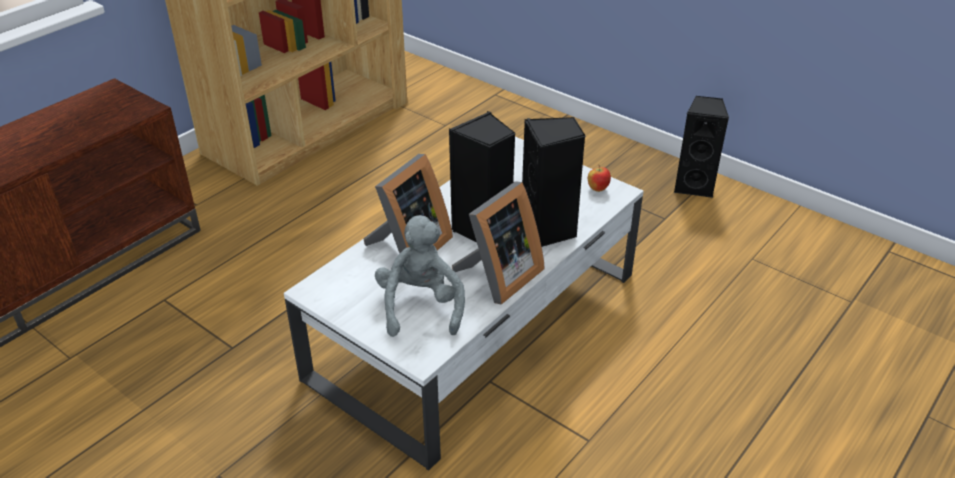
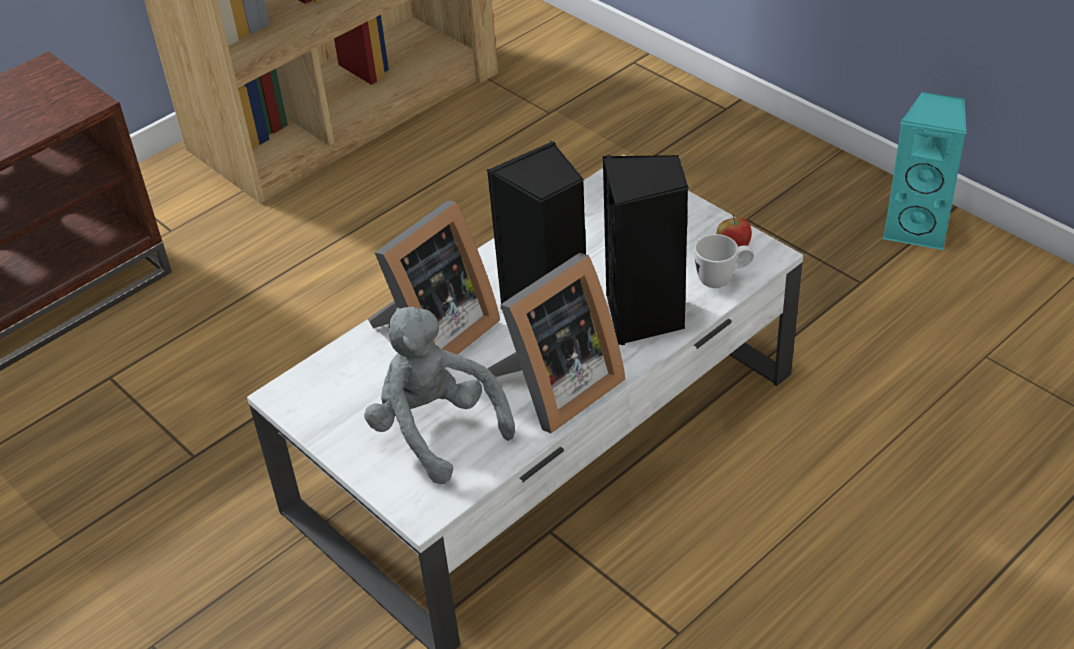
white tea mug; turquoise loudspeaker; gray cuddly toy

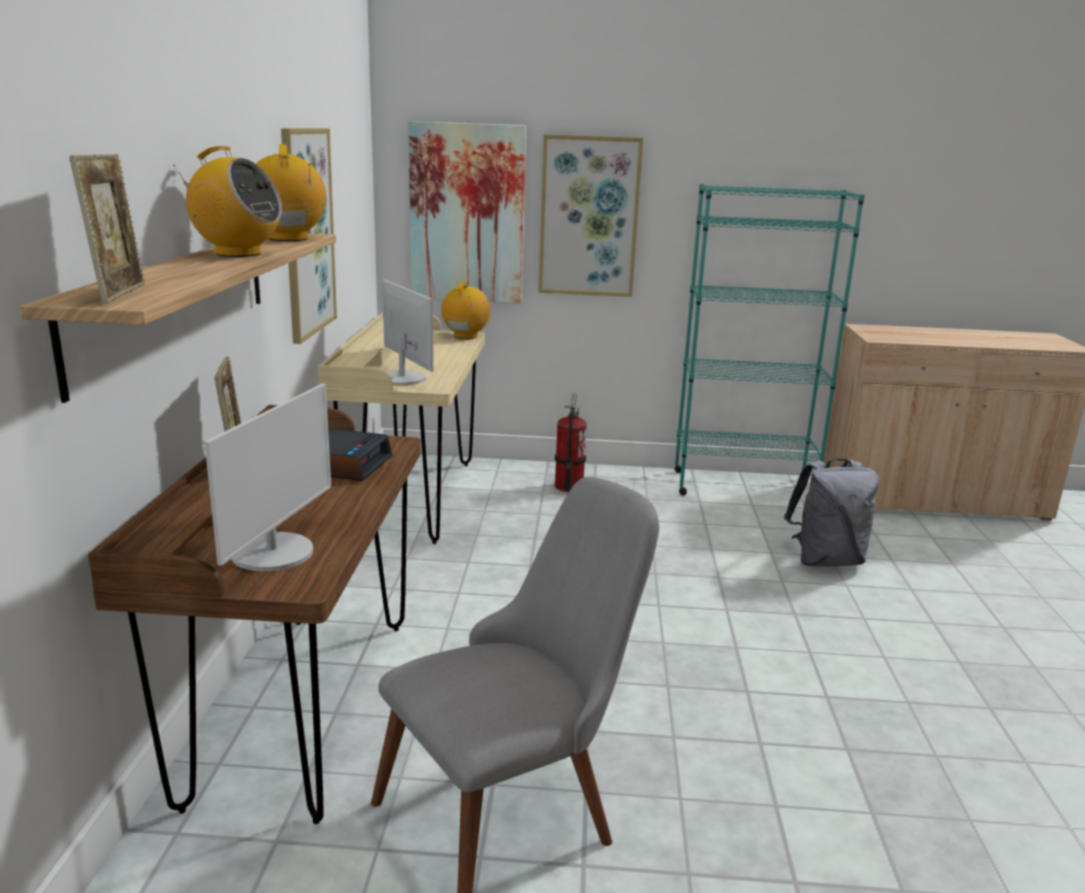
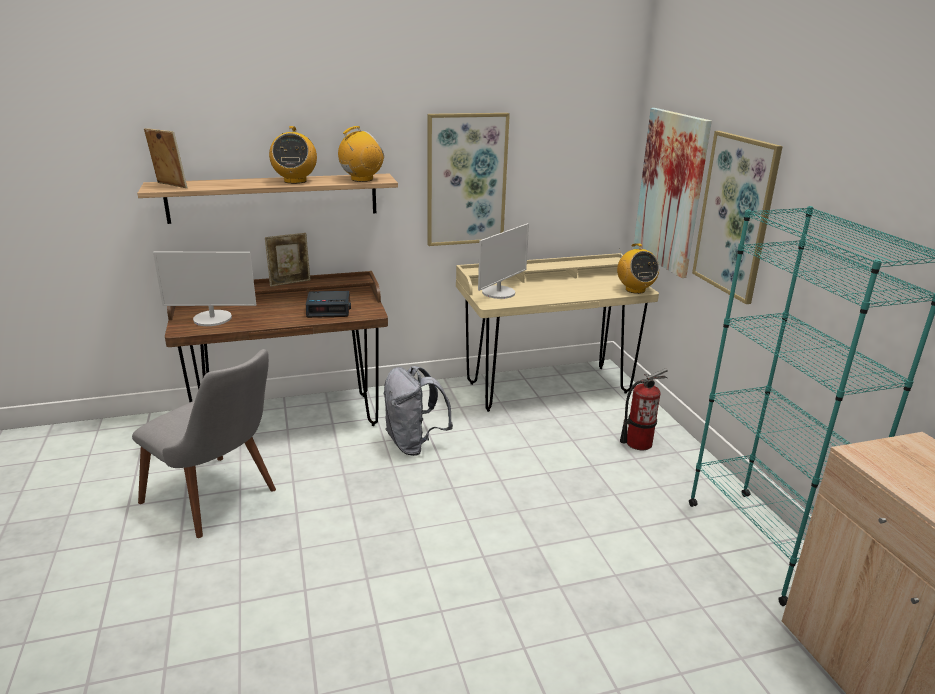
gray backpack; picture frame (1st from left); radio (3rd from left)

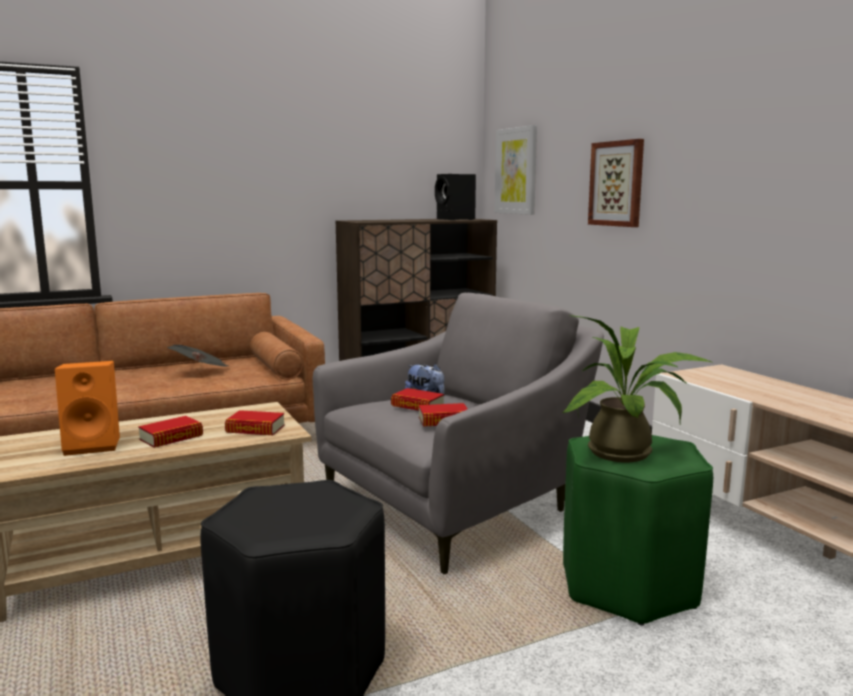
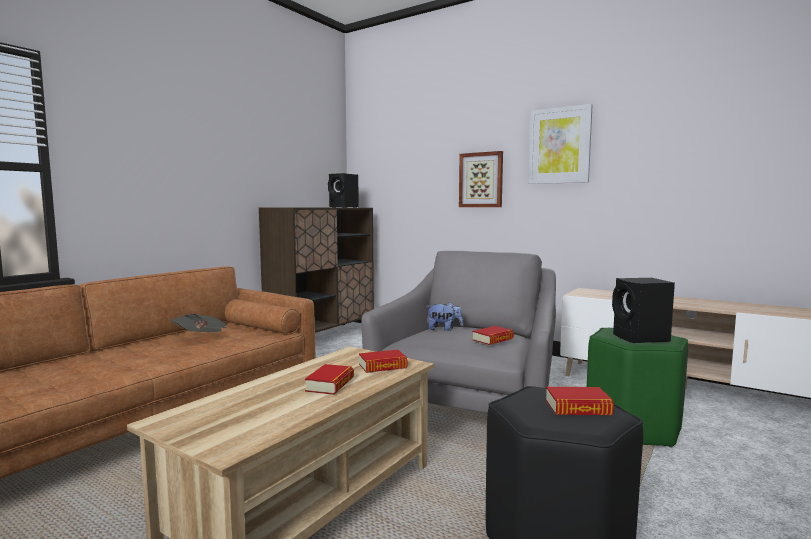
orange-coloured loudspeaker; volume (4th from left); picture (2nd from left); blackish loudspeaker (2nd from left)

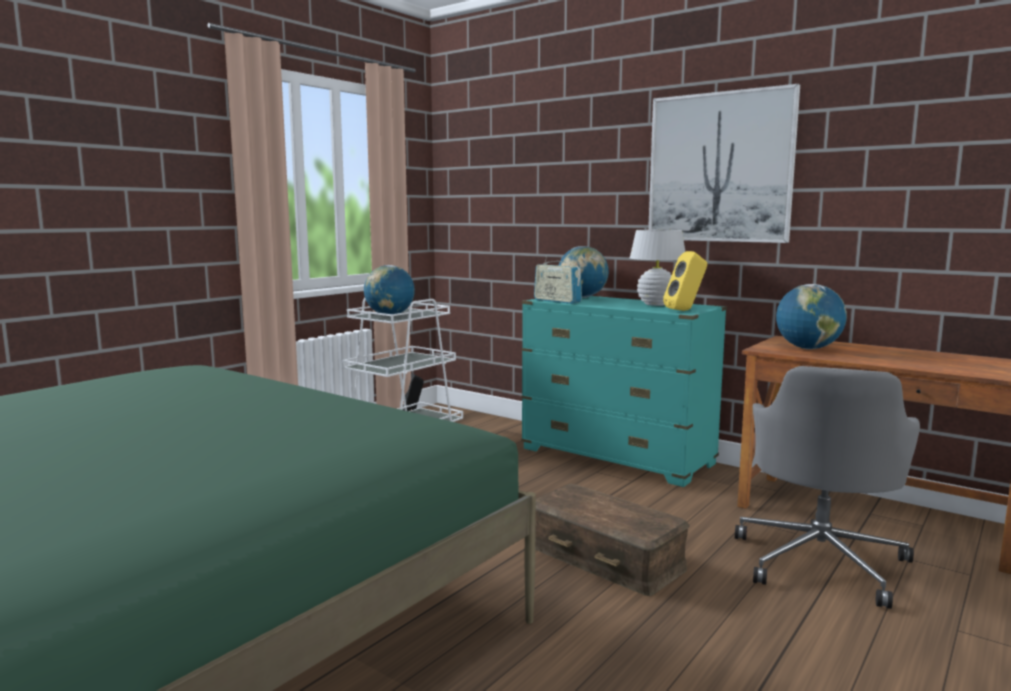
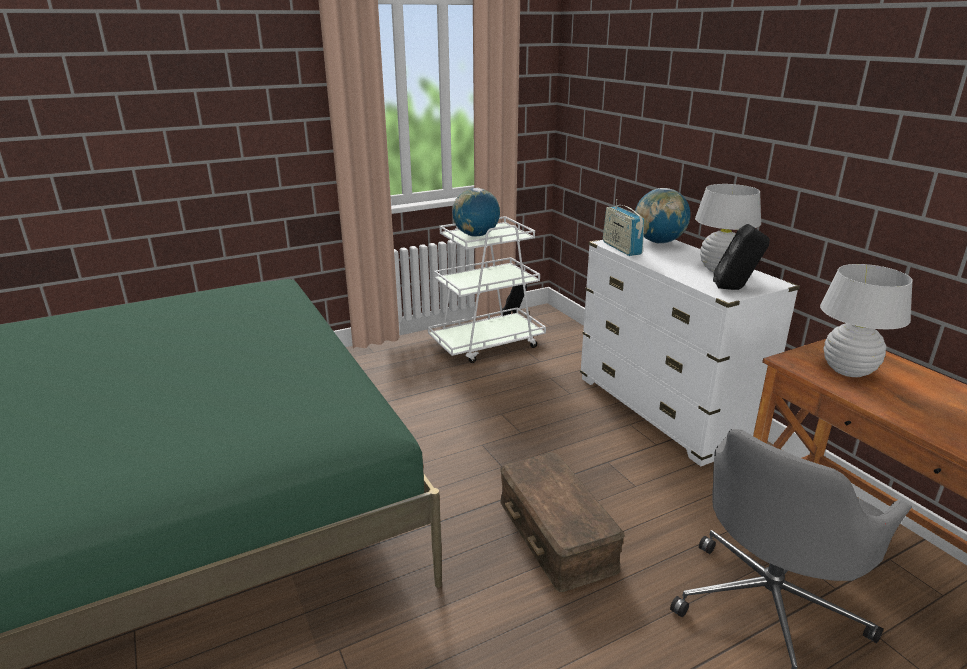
picture; white table lamp (2nd from left); white chest of drawers; blackish loudspeaker (2nd from left)

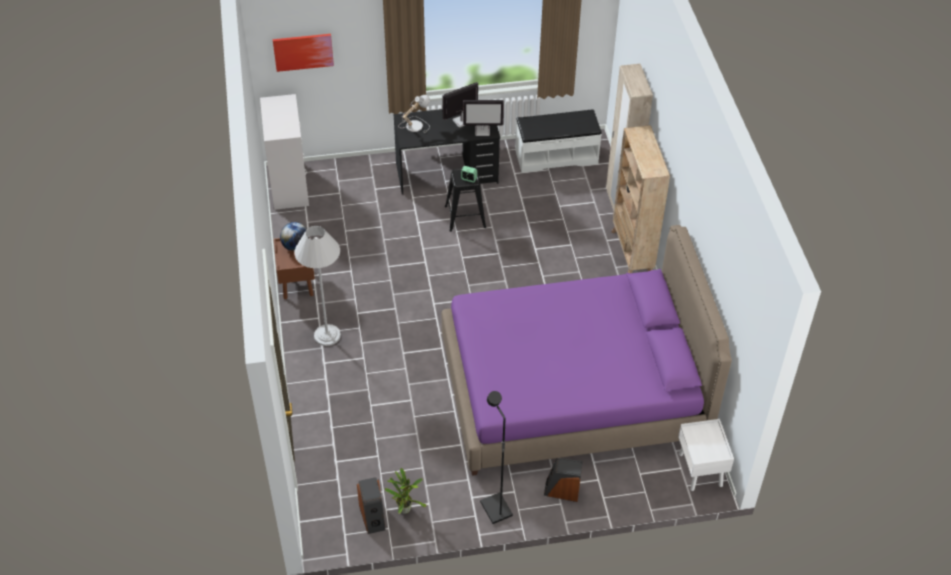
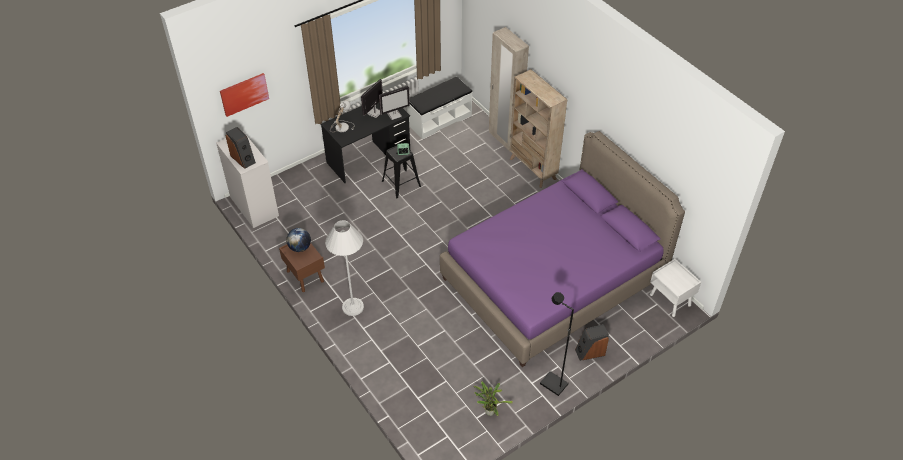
loudspeaker (1st from left)

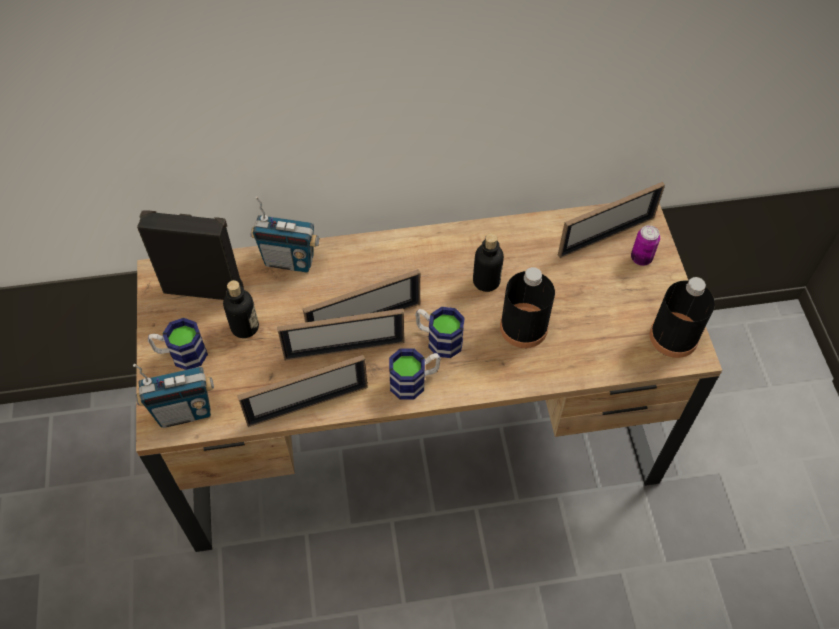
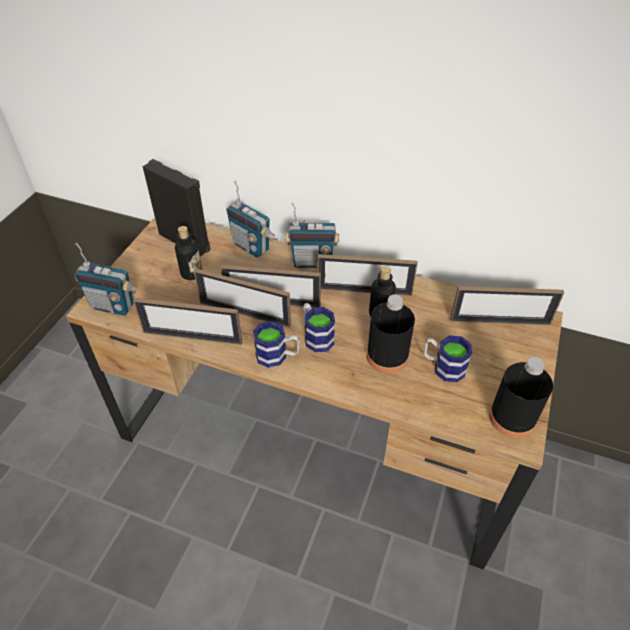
can; radio (3rd from left); picture frame (4th from left); tea mug (3rd from left)

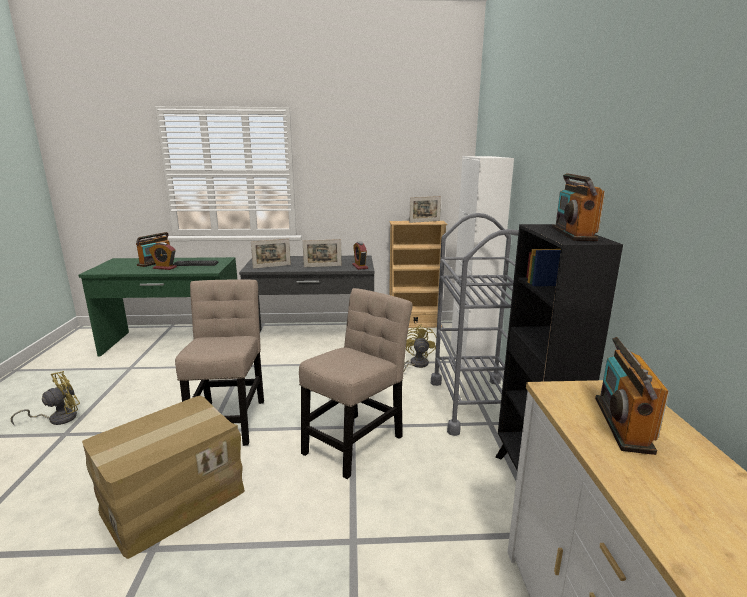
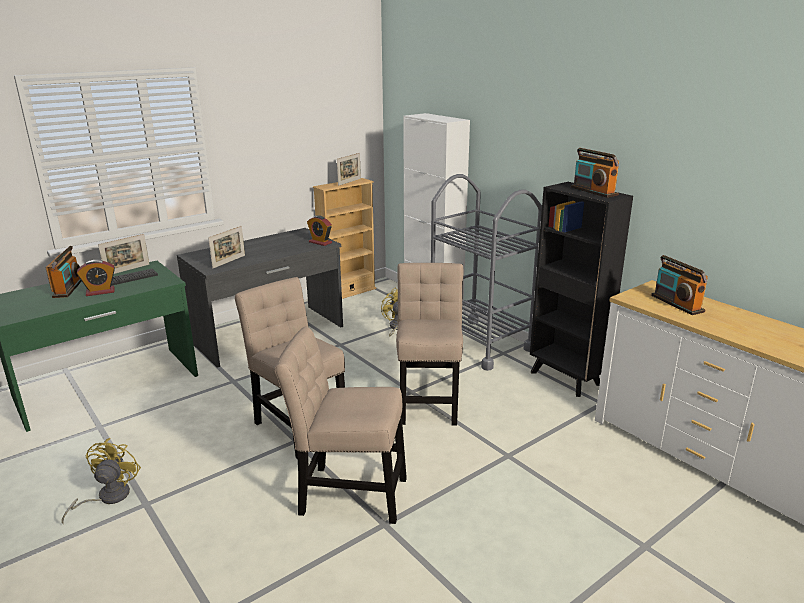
picture frame (1st from left); sand-coloured plain chair (2nd from left)

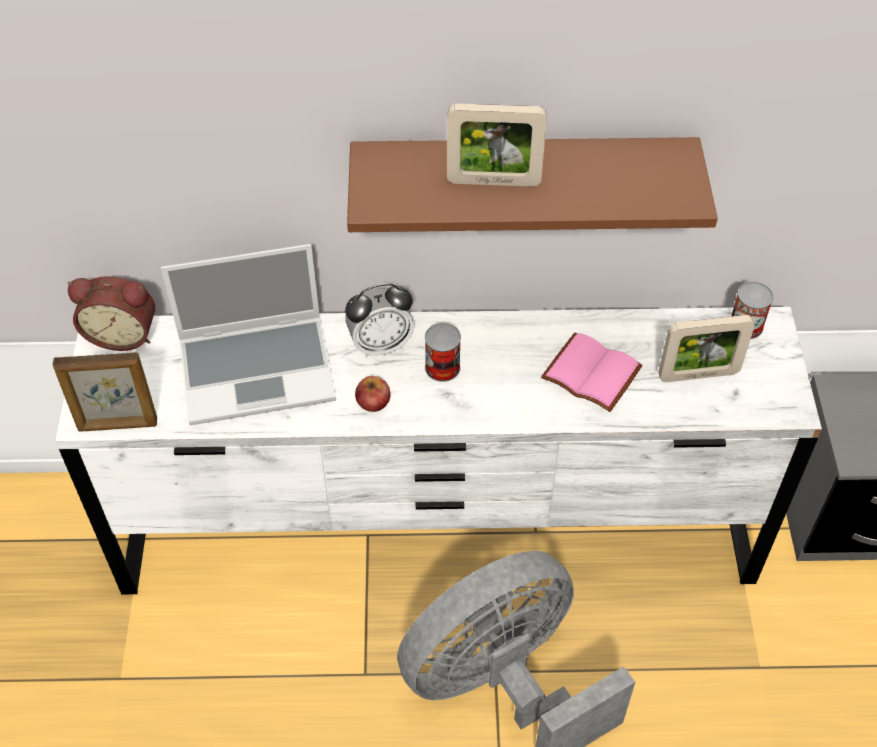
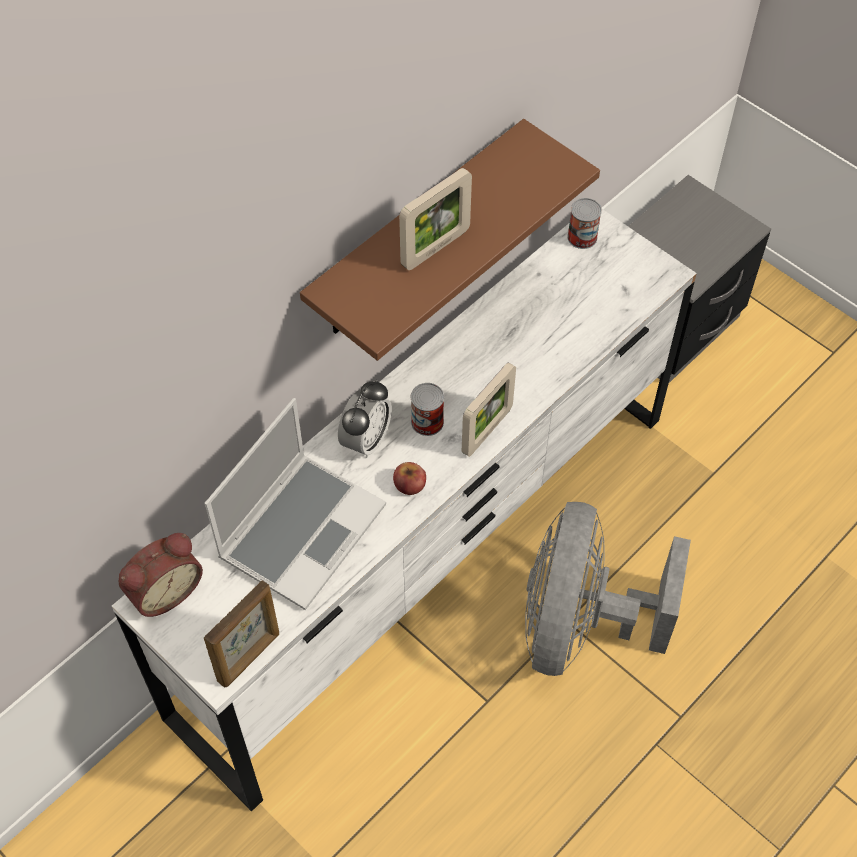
pink-coloured volume; picture frame (3rd from left)

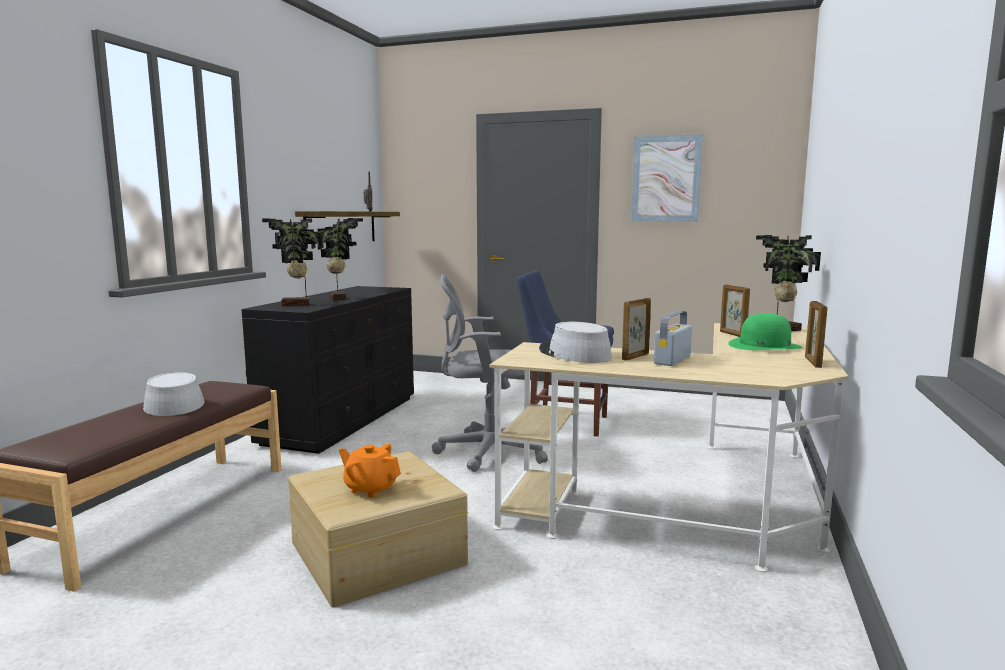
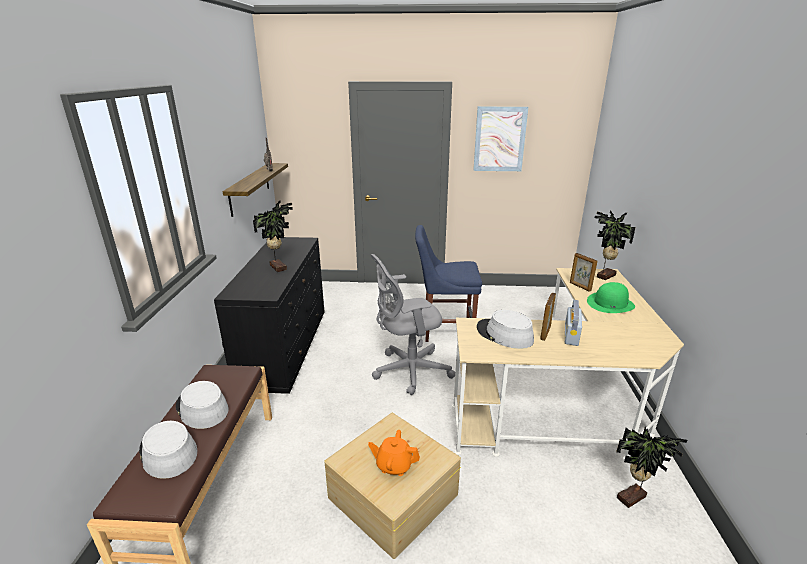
picture frame (3rd from left in the first image); gray wearable hat (1st from left); potted plant (3rd from left)

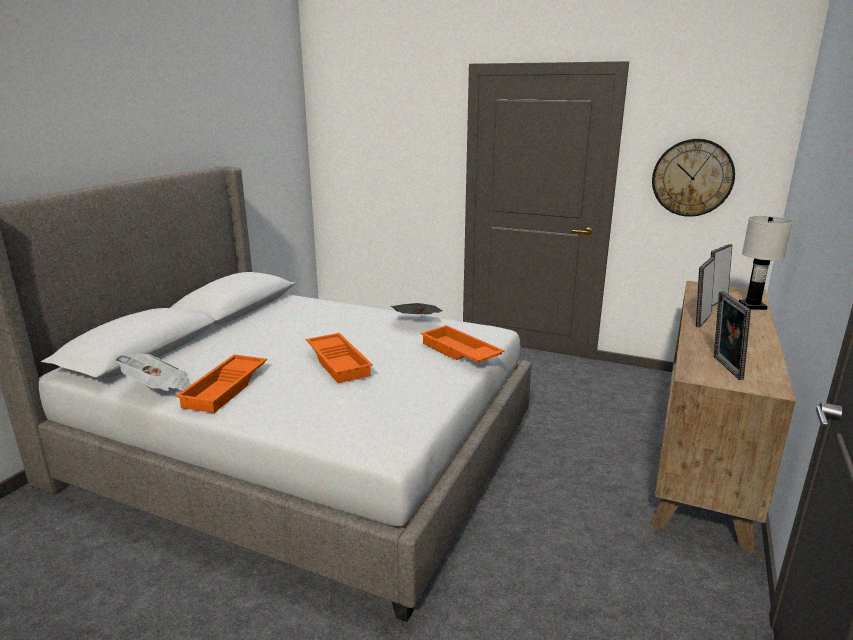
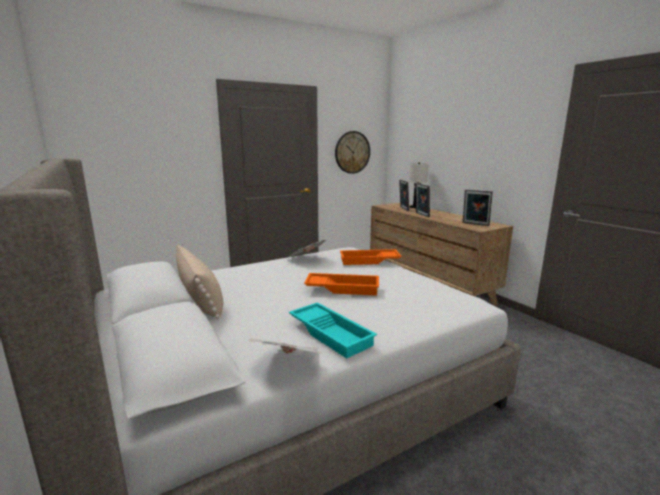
sand-coloured cushion; turquoise carrying tray

